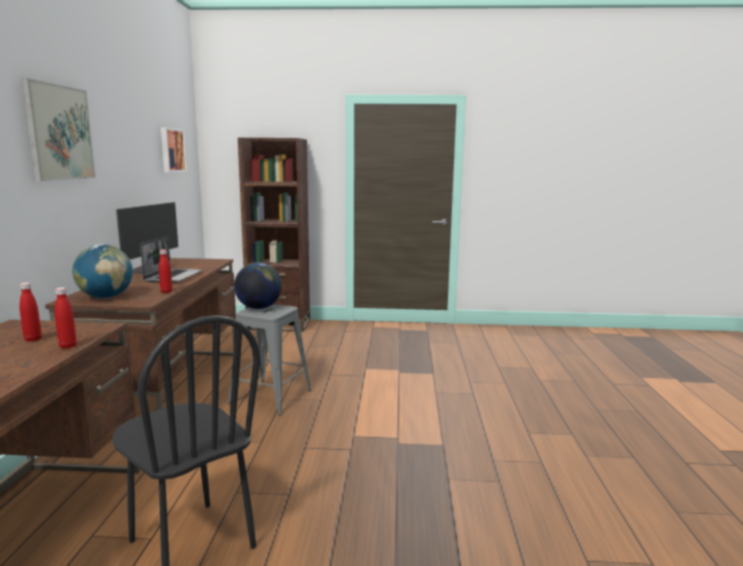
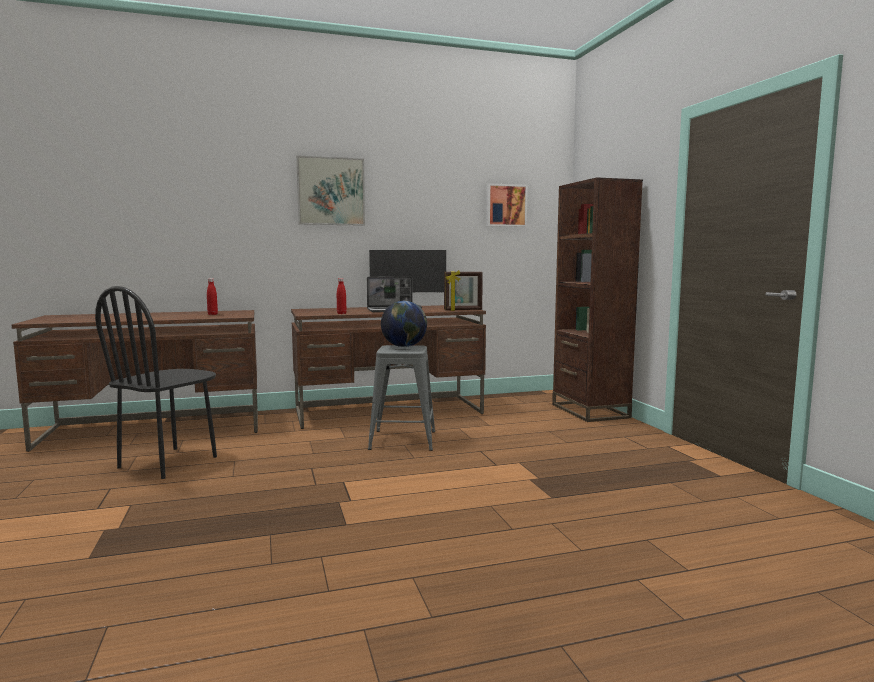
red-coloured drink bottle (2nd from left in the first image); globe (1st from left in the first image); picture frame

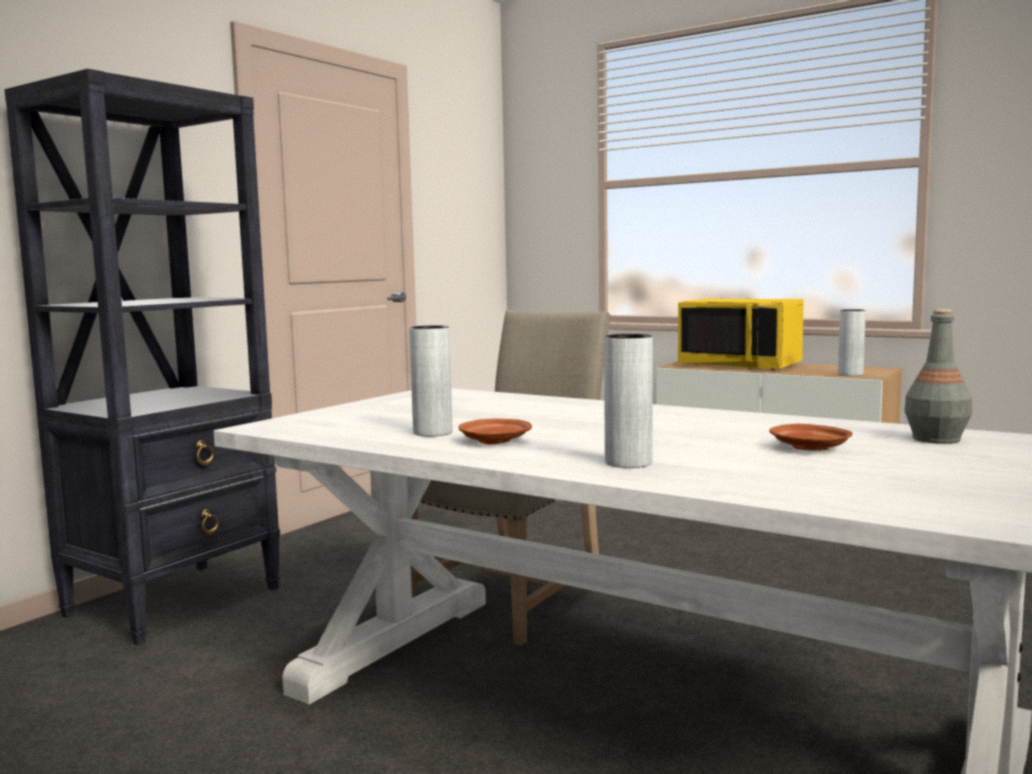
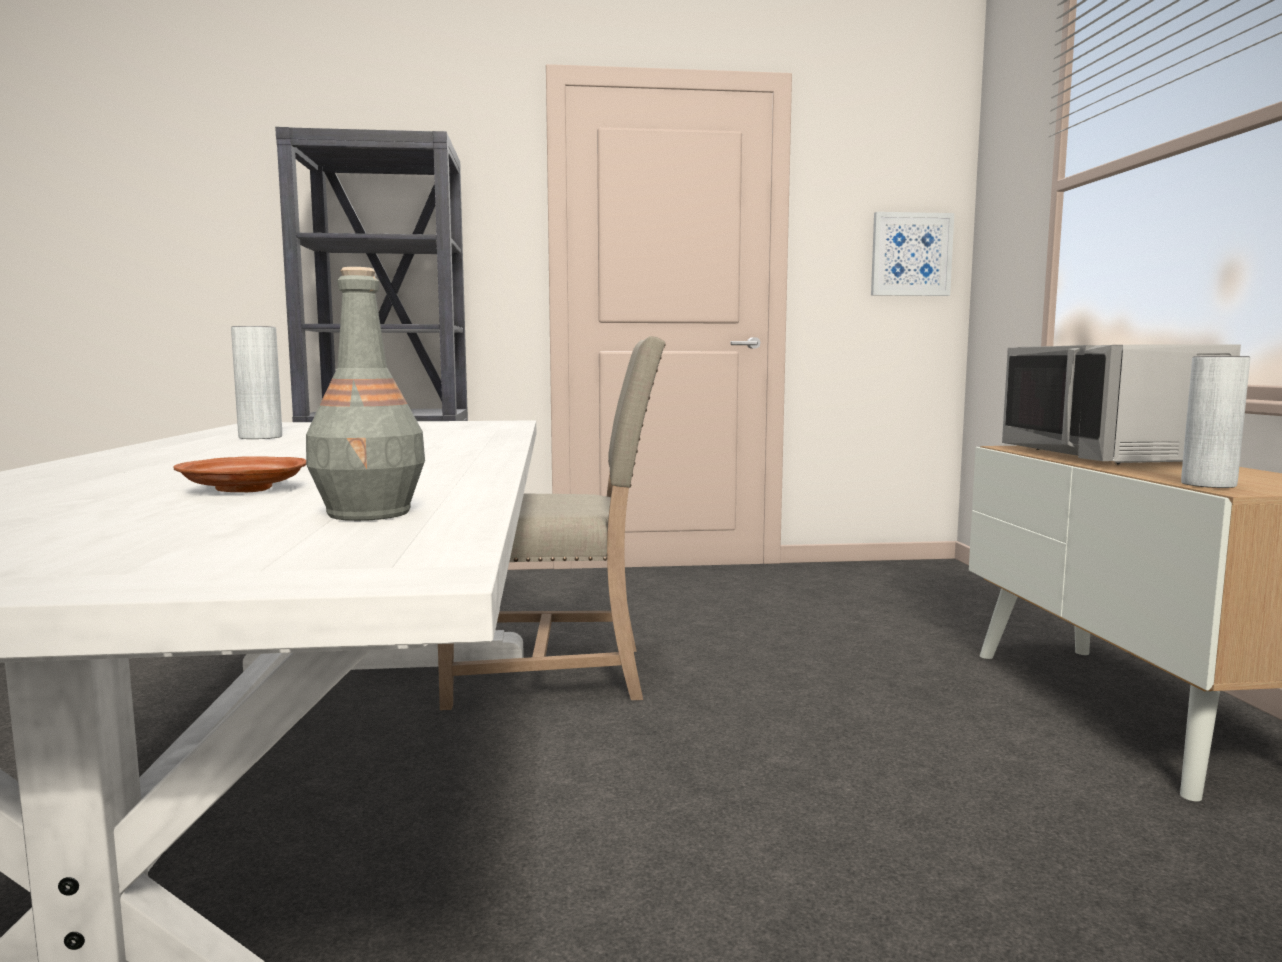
brown dinner plate (1st from left in the first image); gray vase (2nd from left in the first image); picture; gray kitchen microwave

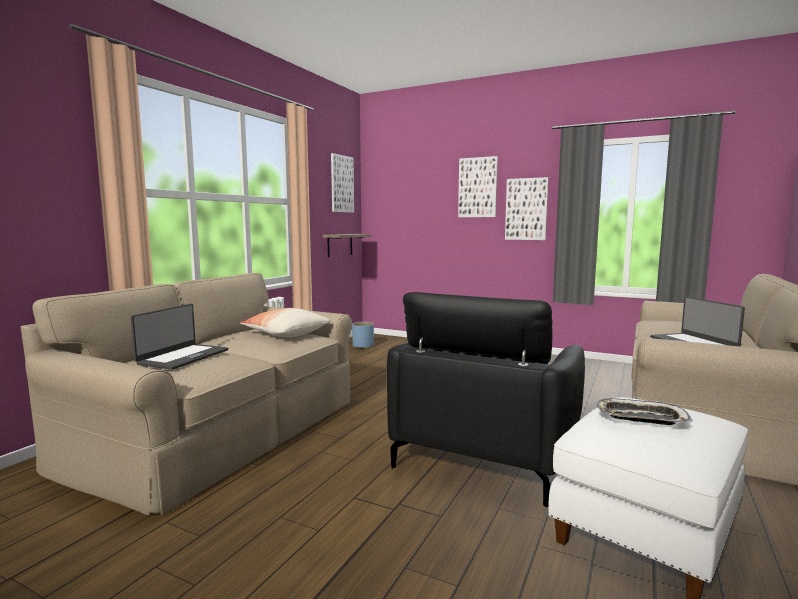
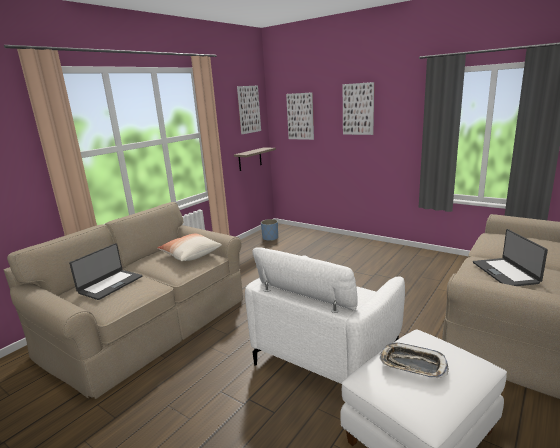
picture (2nd from left); white easy chair

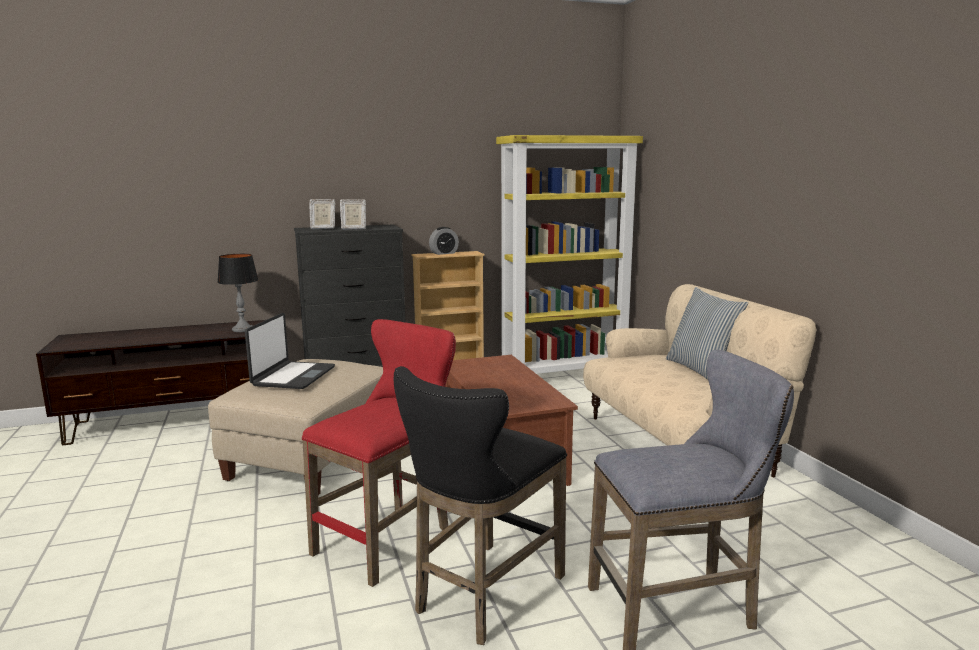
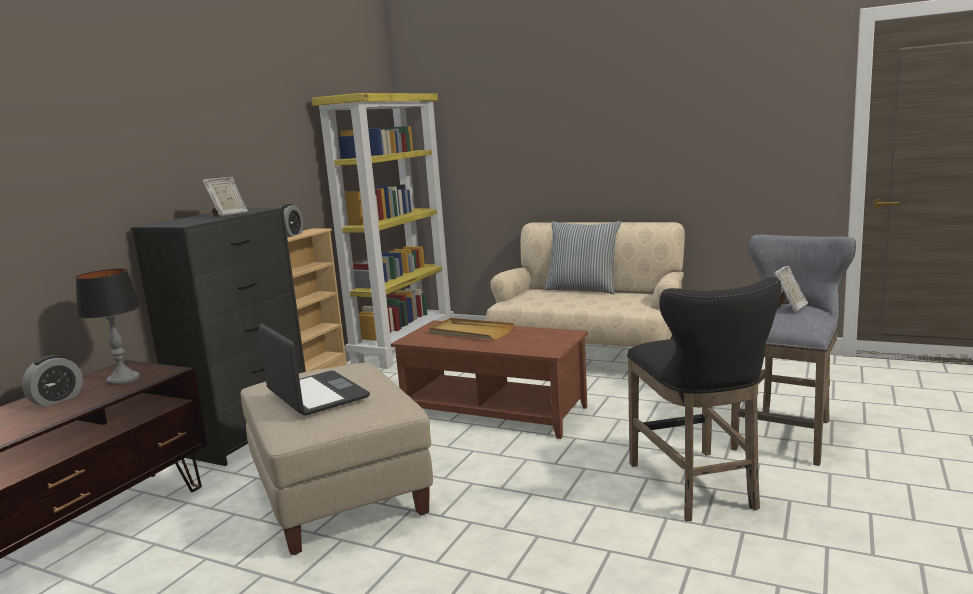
red-coloured stool; table clock (1st from left); sand-coloured carrying tray; picture frame (2nd from left)

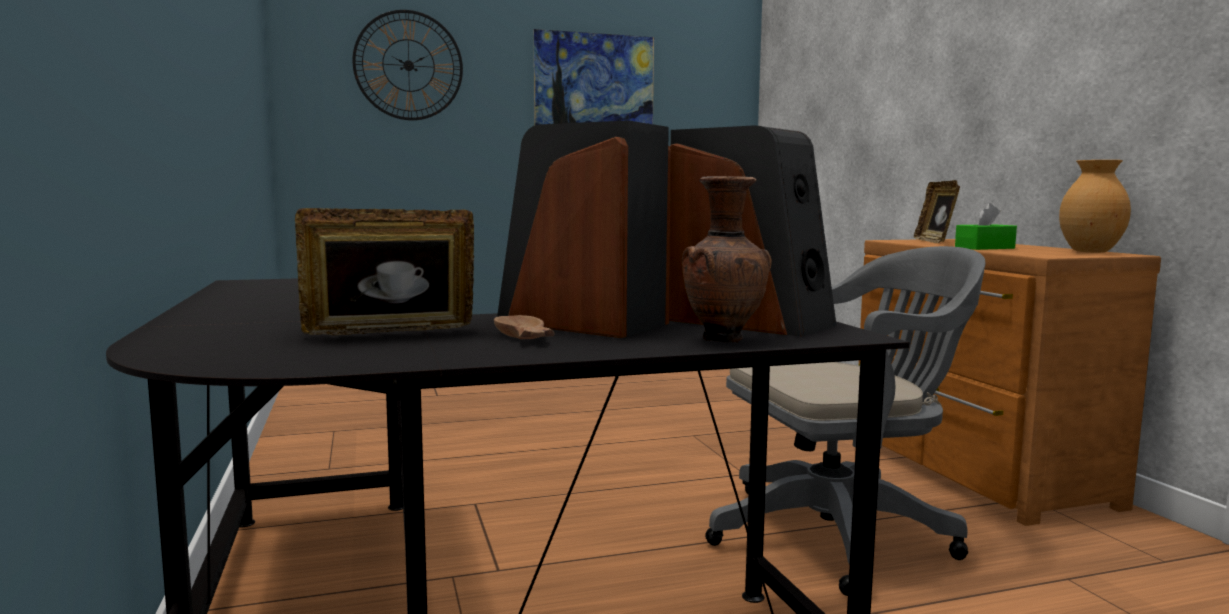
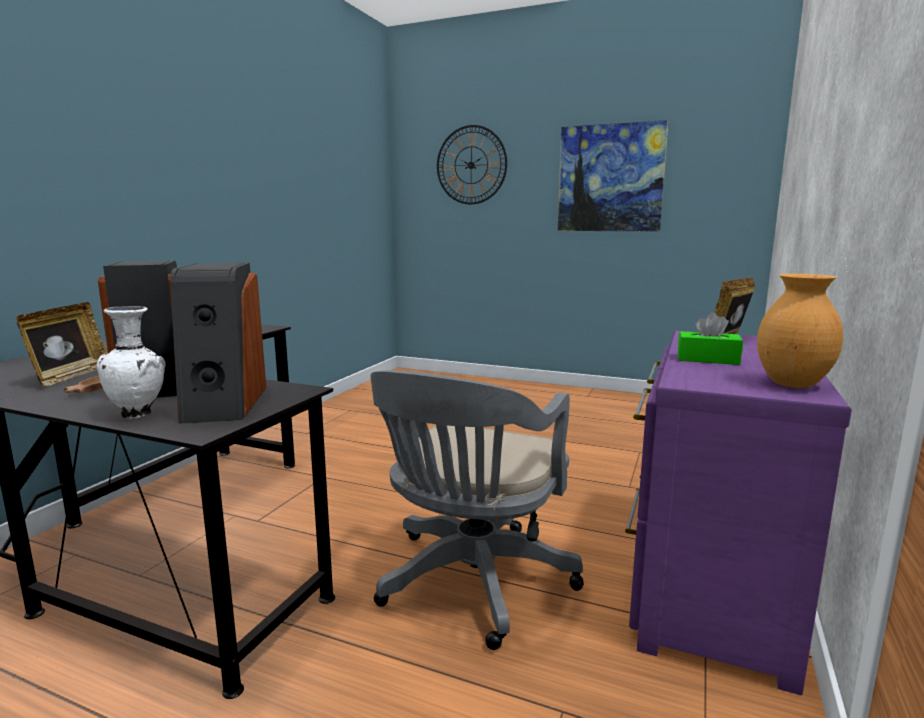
white vase; purplish chest of drawers; picture frame (1st from left); gray computer chair

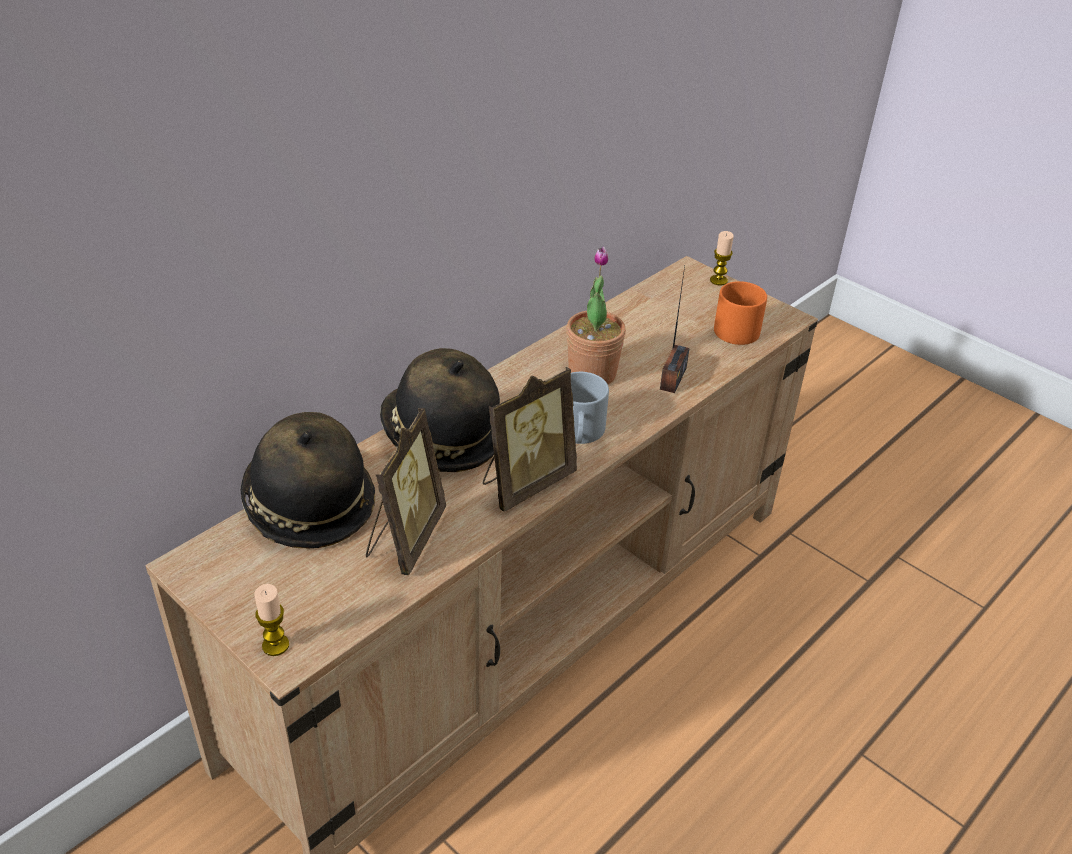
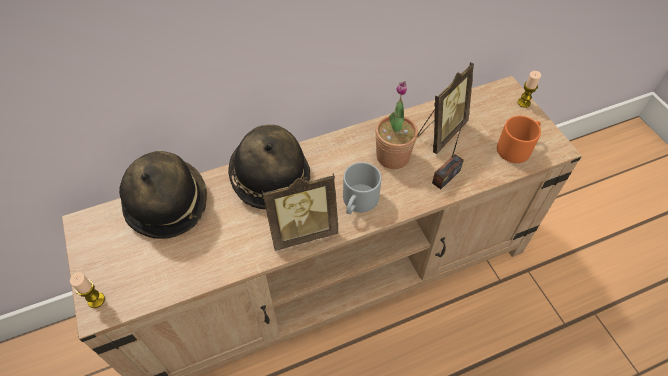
picture frame (2nd from left)

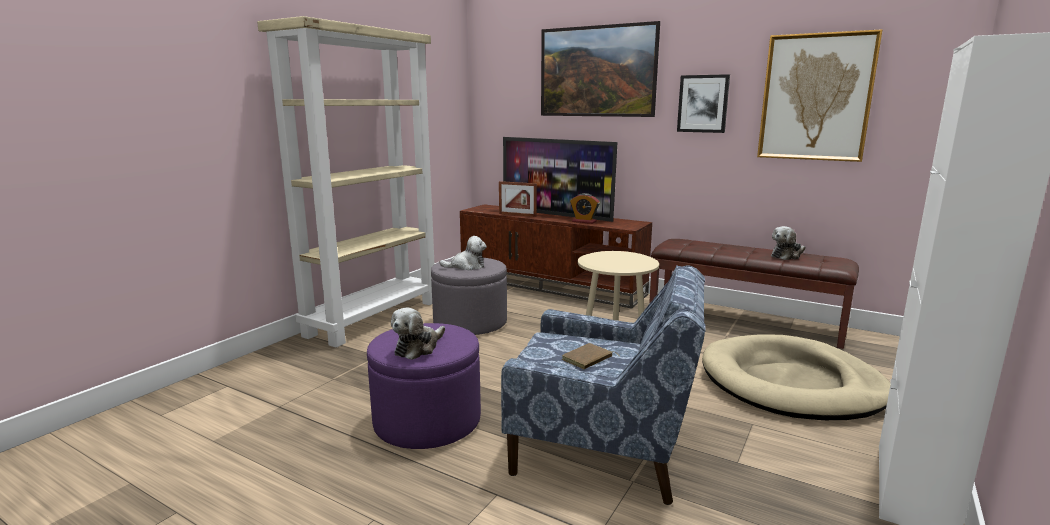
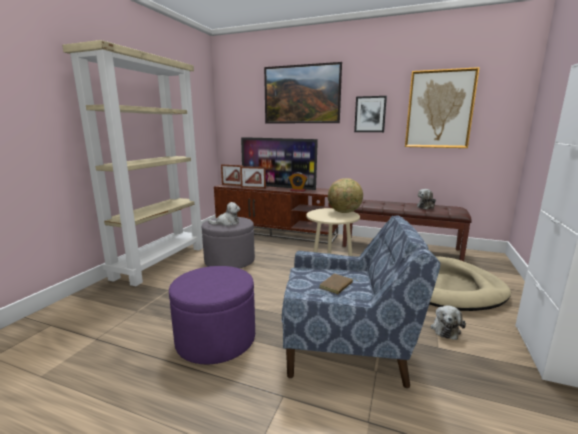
picture frame (1st from left); globe; cuddly toy (3rd from left)

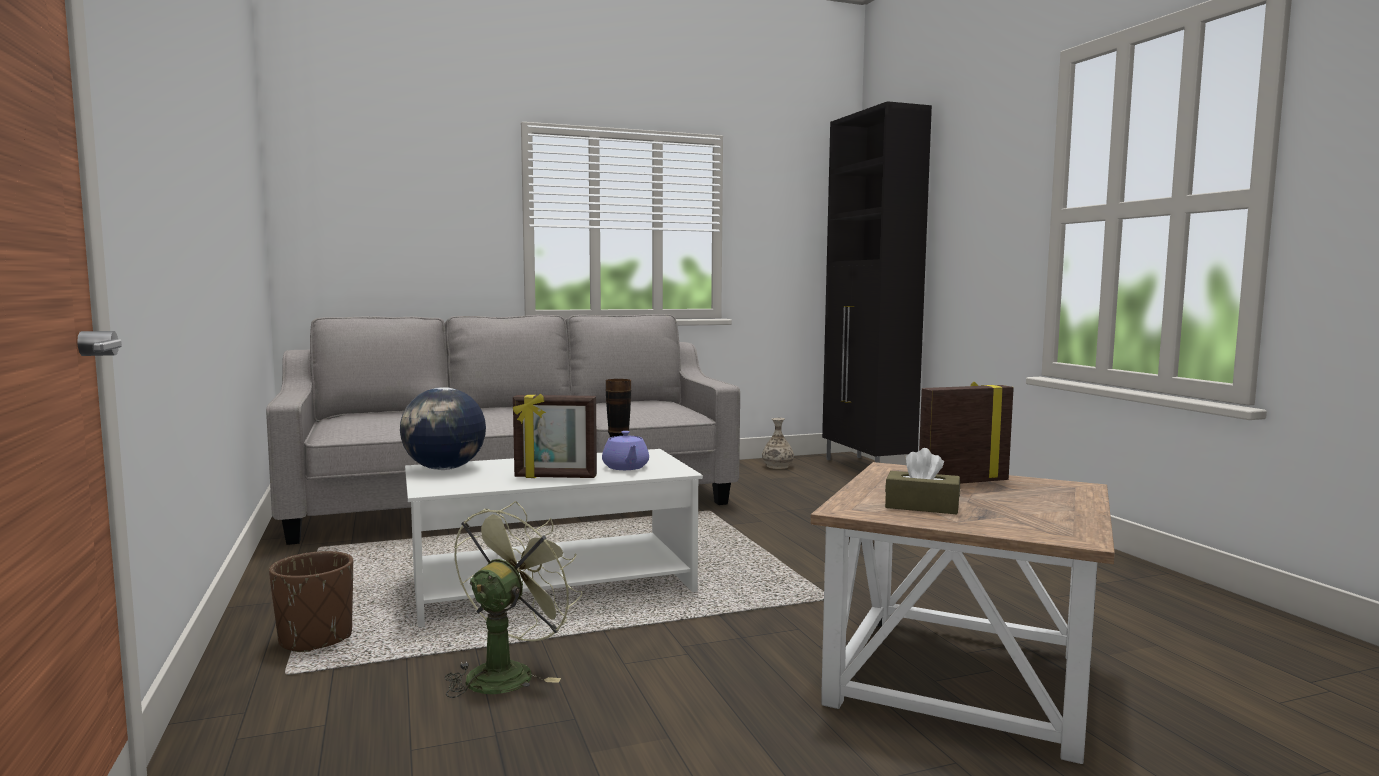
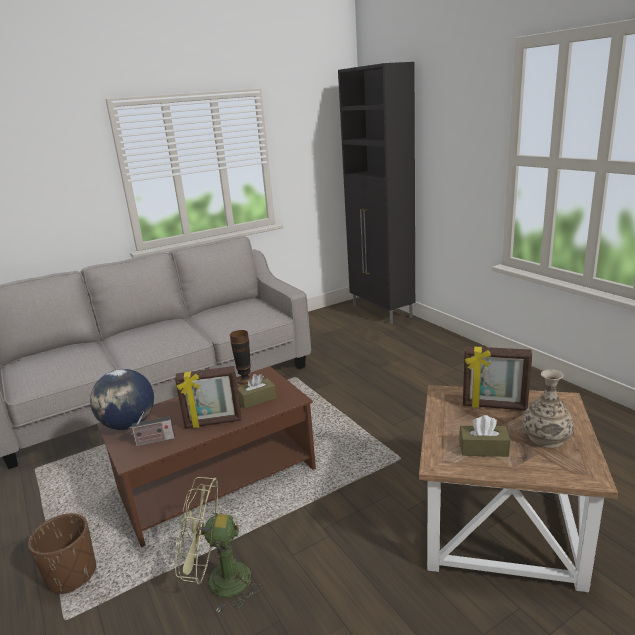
radio; vase (2nd from left); brown tissue box (1st from left); brown low table; green electric fan; picture frame (2nd from left)

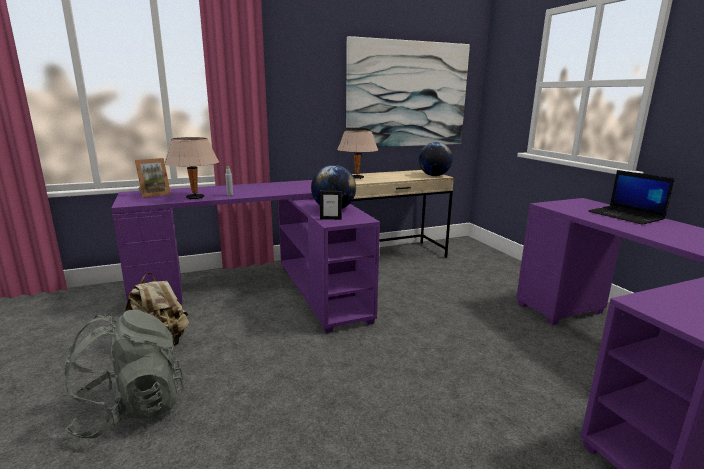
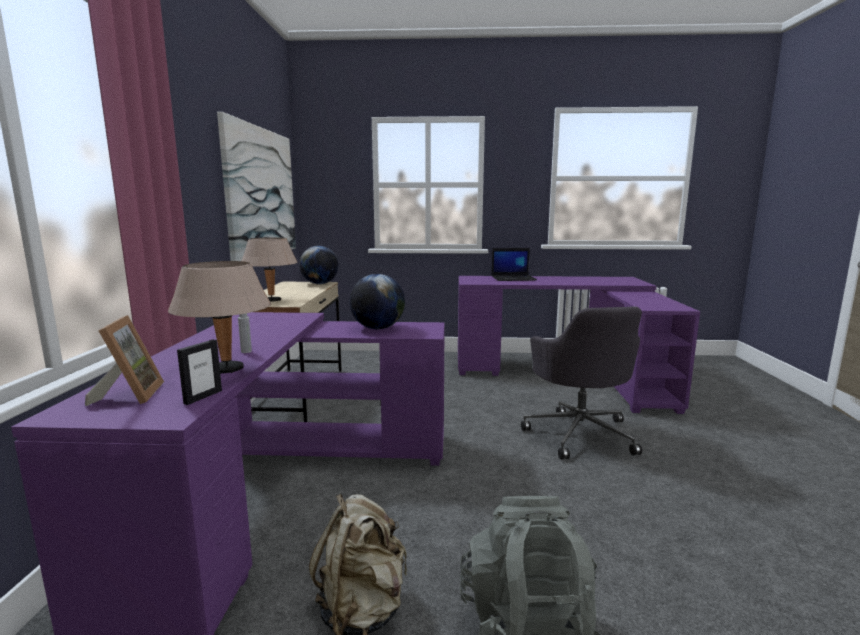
gray computer chair; picture frame (2nd from left)

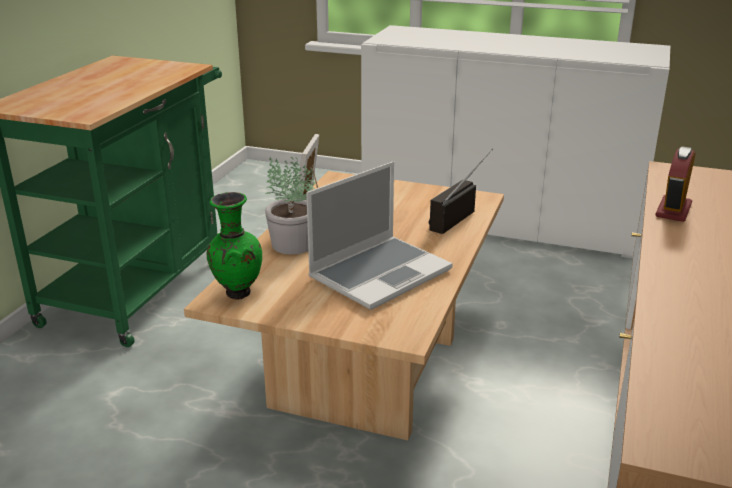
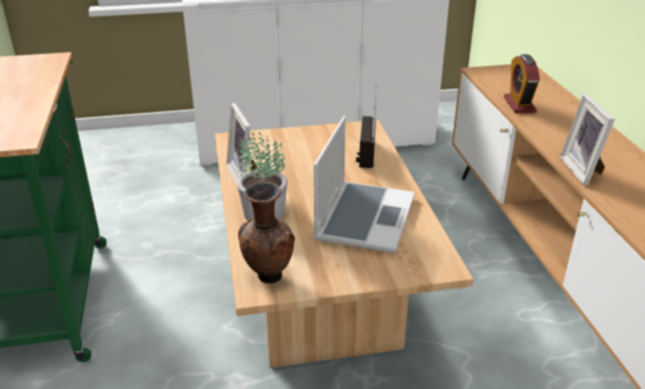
picture frame (2nd from left); brown vase

